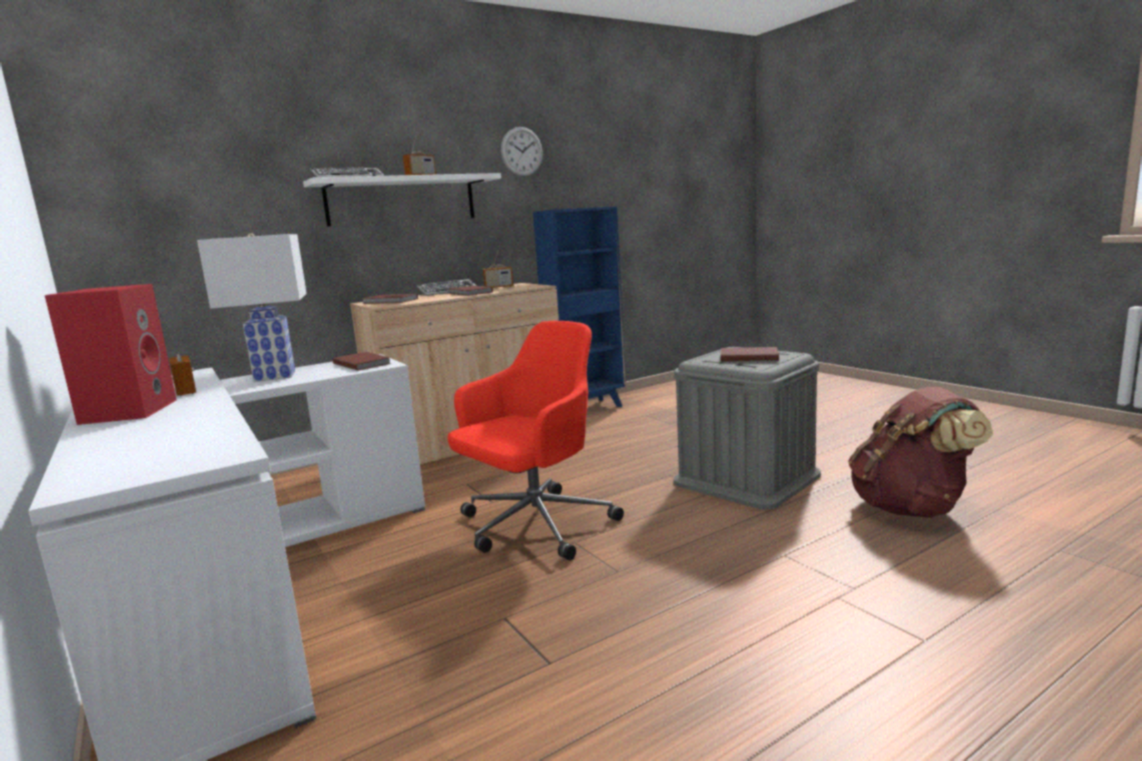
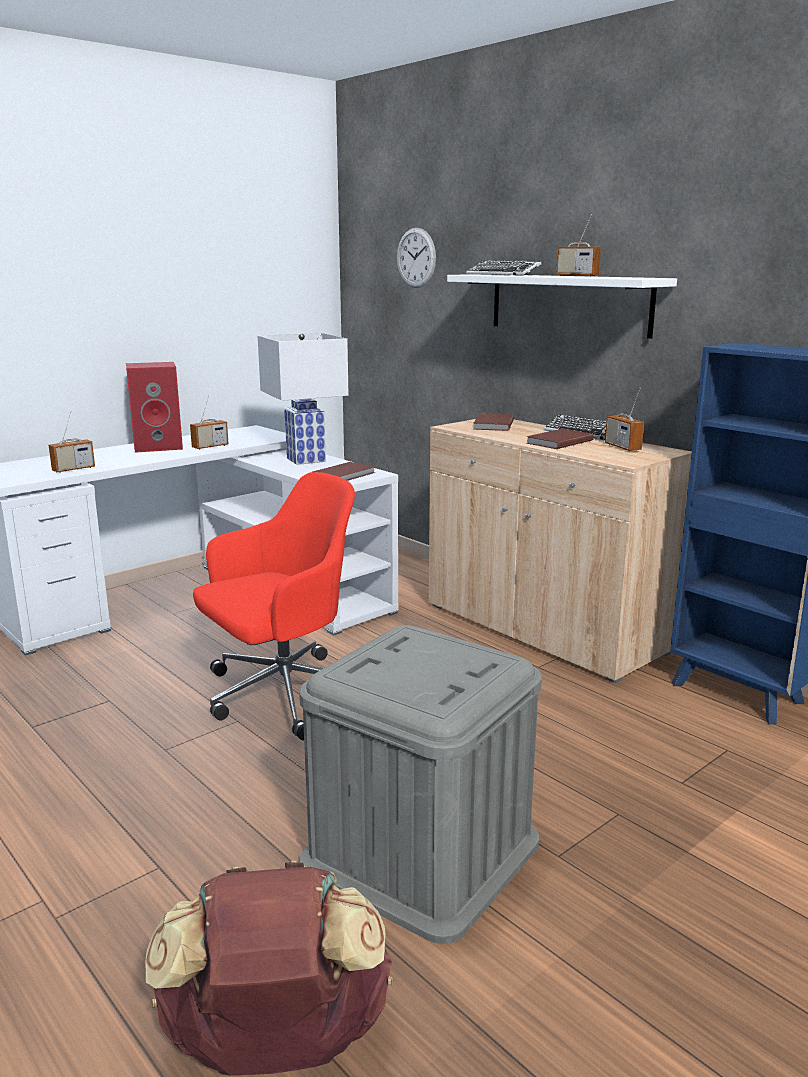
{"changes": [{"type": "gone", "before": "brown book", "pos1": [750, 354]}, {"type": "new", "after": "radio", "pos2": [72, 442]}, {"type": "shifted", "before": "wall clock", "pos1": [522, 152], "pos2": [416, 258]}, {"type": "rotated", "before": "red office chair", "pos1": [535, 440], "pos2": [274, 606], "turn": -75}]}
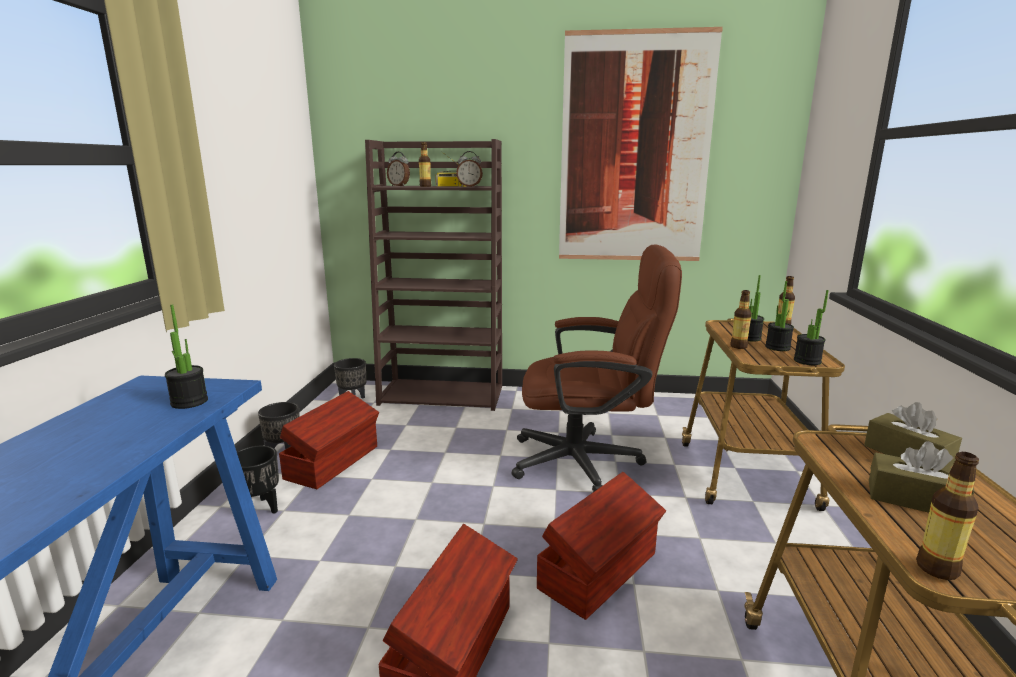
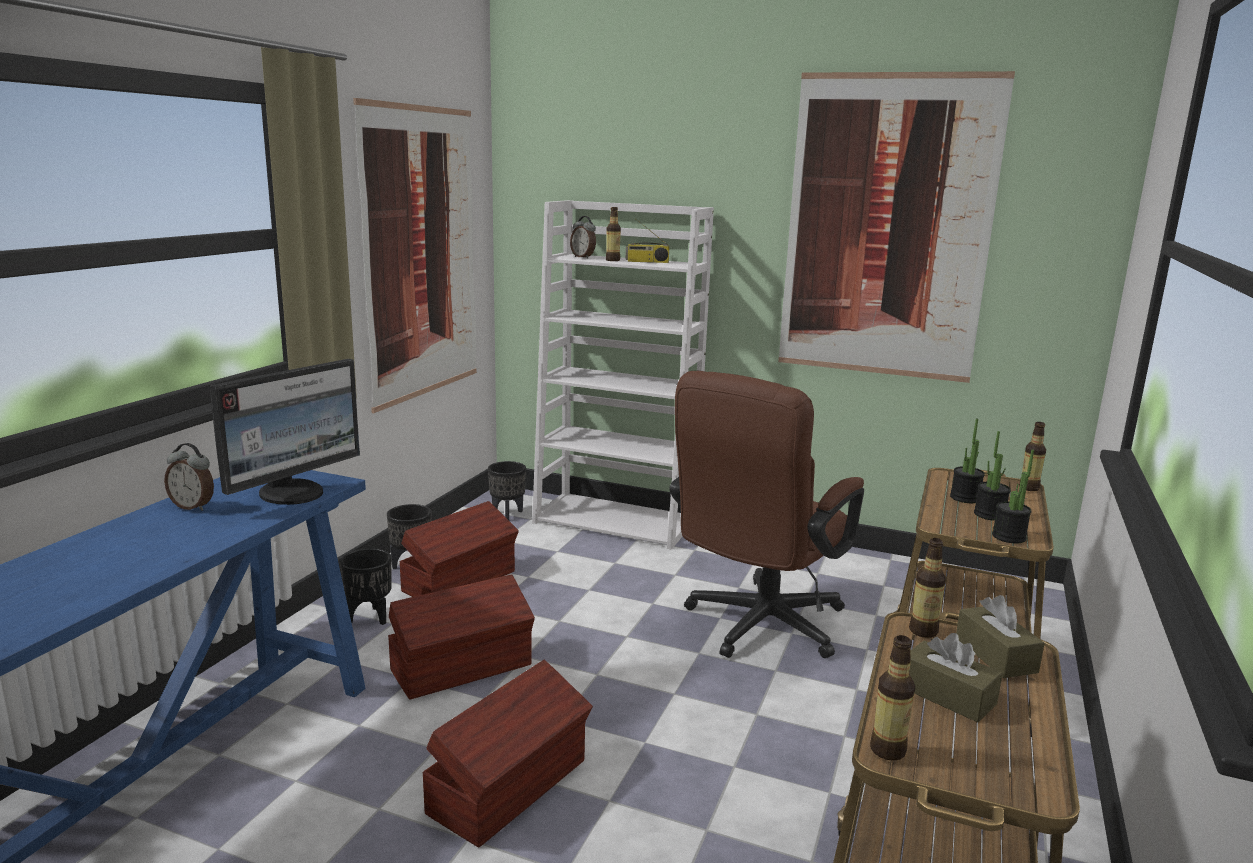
{"changes": [{"type": "new", "after": "picture", "pos2": [415, 255]}, {"type": "shifted", "before": "alarm clock", "pos1": [469, 169], "pos2": [189, 477]}, {"type": "shifted", "before": "brown storage box", "pos1": [601, 546], "pos2": [461, 637]}, {"type": "shifted", "before": "bottle", "pos1": [741, 319], "pos2": [927, 588]}, {"type": "swapped", "before": "potted plant", "after": "monitor", "pos1": [186, 357], "pos2": [285, 432]}, {"type": "repainted", "before": "brown bookcase", "after": "white bookcase", "pos1": [433, 275], "pos2": [623, 375]}, {"type": "rotated", "before": "brown office chair", "pos1": [597, 368], "pos2": [766, 514], "turn": 105}]}
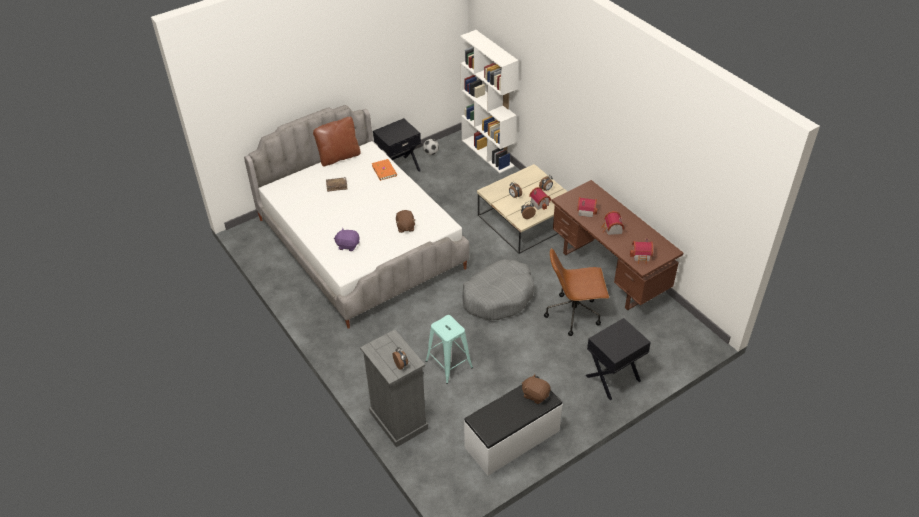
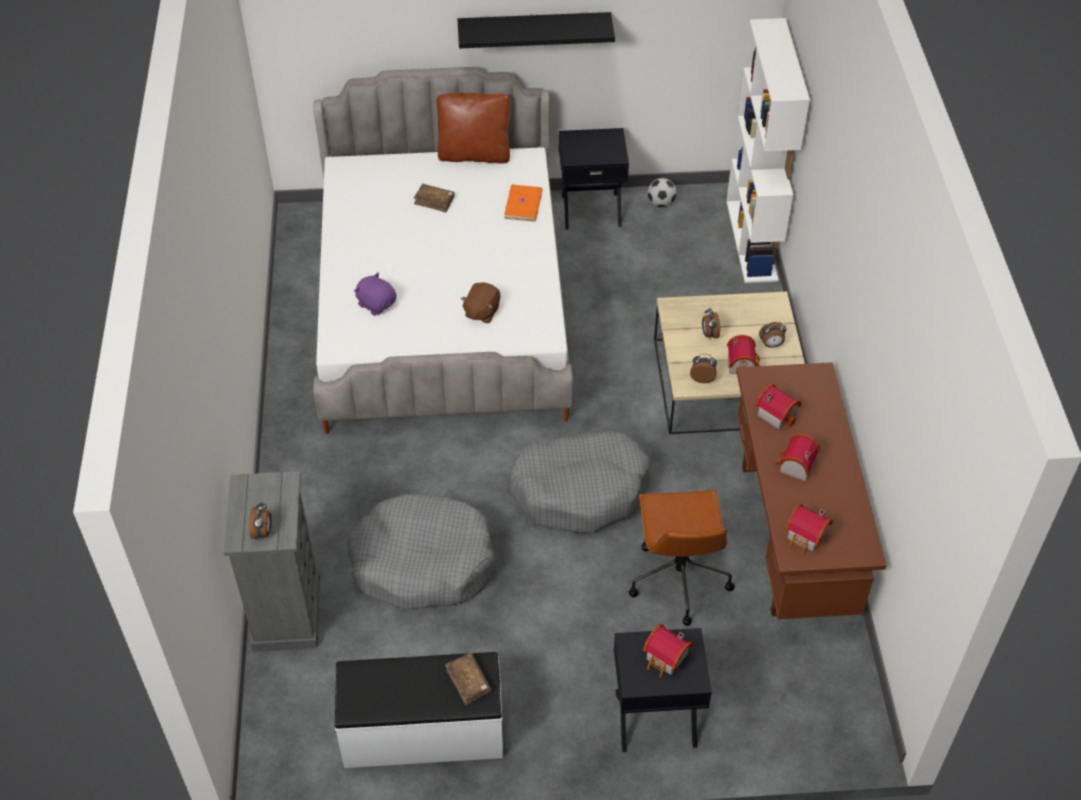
{"changes": [{"type": "new", "after": "black shelf", "pos2": [536, 30]}, {"type": "new", "after": "toy house", "pos2": [668, 651]}, {"type": "swapped", "before": "turquoise stool", "after": "grey dog bed", "pos1": [449, 349], "pos2": [421, 551]}, {"type": "swapped", "before": "brown plush toy", "after": "brown book", "pos1": [536, 389], "pos2": [468, 679]}, {"type": "rotated", "before": "brown office chair", "pos1": [576, 292], "pos2": [682, 558], "turn": -120}]}
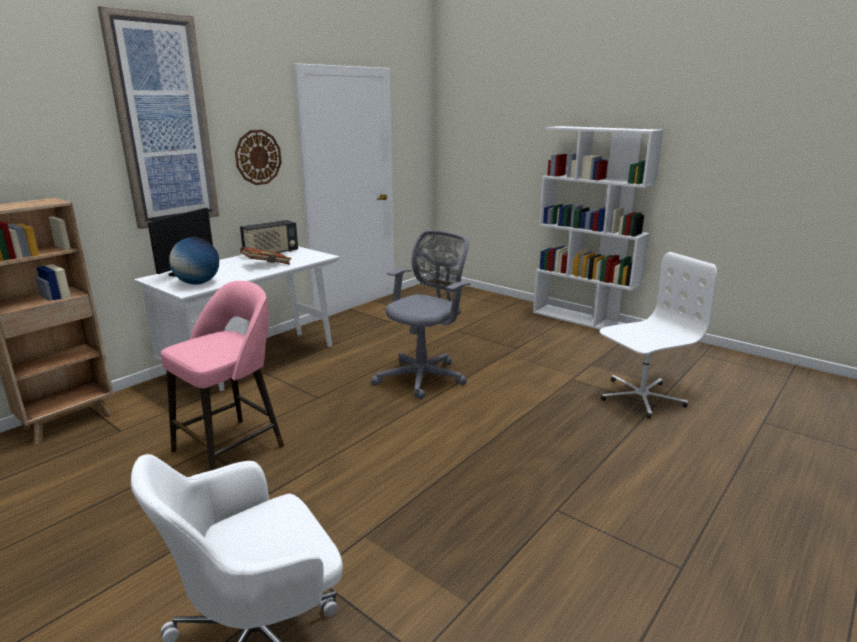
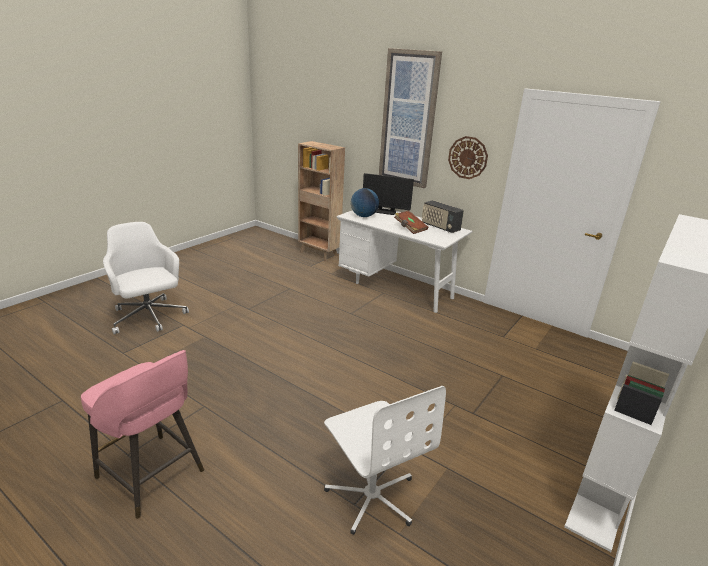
{"changes": [{"type": "gone", "before": "grey office chair", "pos1": [421, 314]}, {"type": "shifted", "before": "pink stool", "pos1": [222, 376], "pos2": [142, 434]}]}
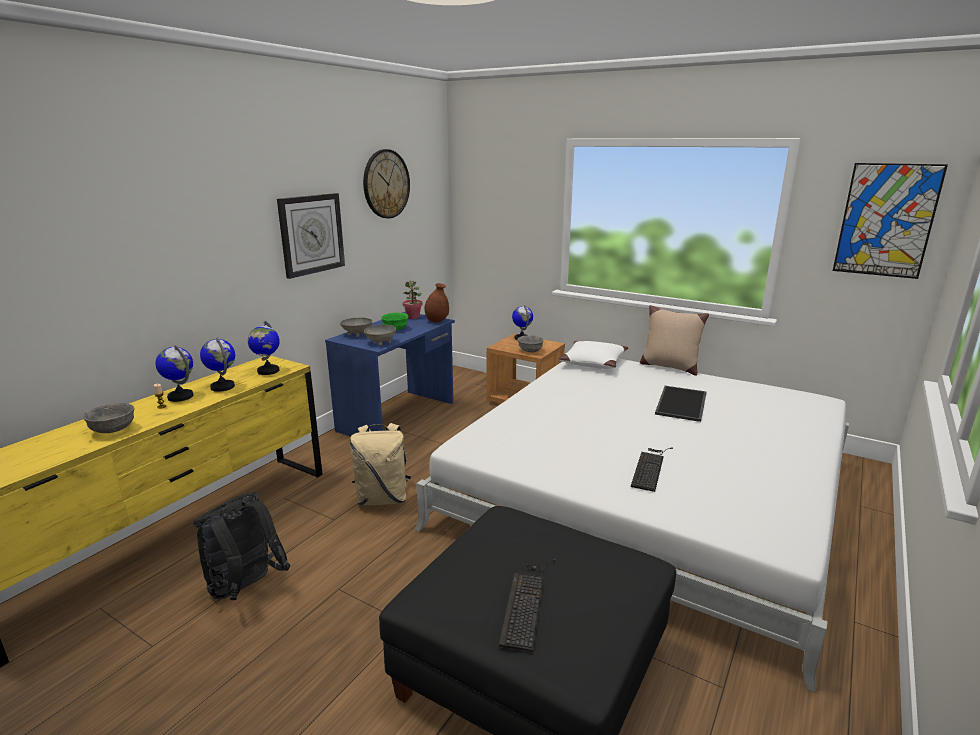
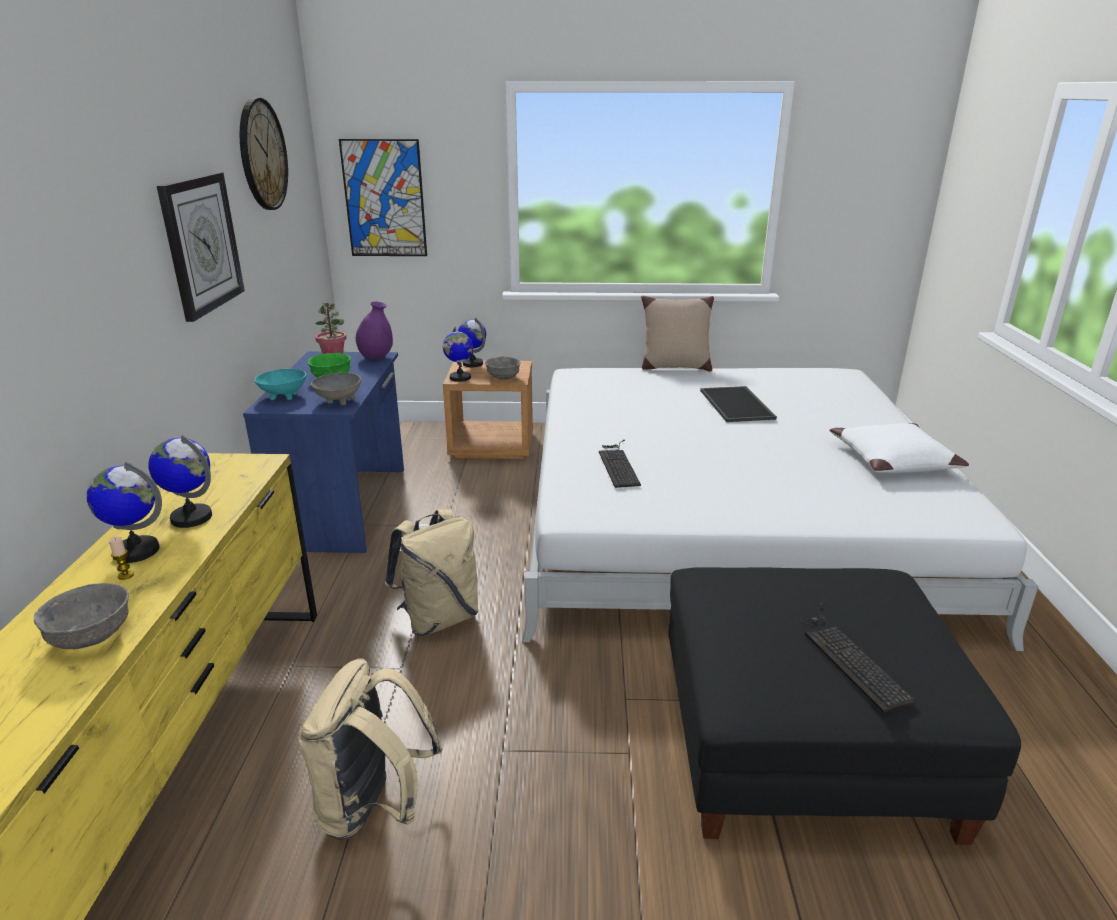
{"changes": [{"type": "shifted", "before": "globe", "pos1": [264, 348], "pos2": [458, 354]}, {"type": "shifted", "before": "white pillow", "pos1": [593, 355], "pos2": [899, 448]}, {"type": "shifted", "before": "keyboard", "pos1": [652, 470], "pos2": [620, 464]}, {"type": "shifted", "before": "picture", "pos1": [890, 221], "pos2": [383, 197]}, {"type": "repainted", "before": "black backpack", "after": "beige backpack", "pos1": [241, 546], "pos2": [370, 749]}, {"type": "repainted", "before": "grey bowl", "after": "turquoise bowl", "pos1": [356, 327], "pos2": [280, 384]}, {"type": "repainted", "before": "brown vase", "after": "purple vase", "pos1": [436, 302], "pos2": [374, 330]}]}
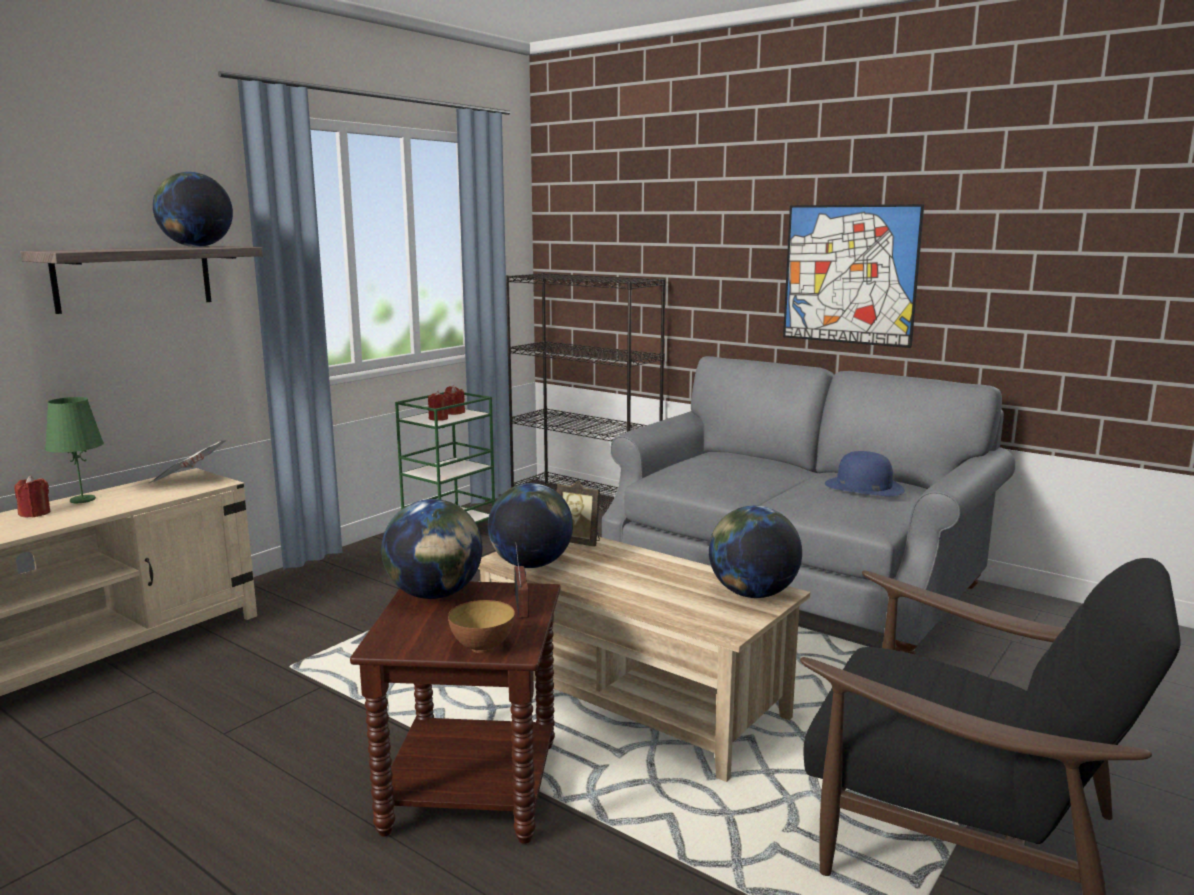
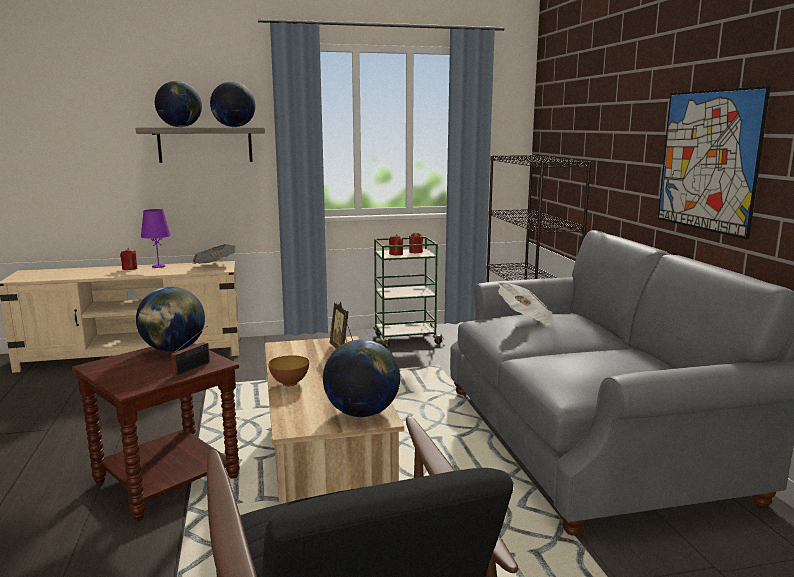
{"changes": [{"type": "gone", "before": "blue hat", "pos1": [865, 473]}, {"type": "new", "after": "newspaper", "pos2": [525, 303]}, {"type": "shifted", "before": "bowl", "pos1": [481, 626], "pos2": [288, 370]}, {"type": "shifted", "before": "globe", "pos1": [530, 525], "pos2": [178, 104]}, {"type": "repainted", "before": "green table lamp", "after": "purple table lamp", "pos1": [74, 450], "pos2": [156, 238]}]}
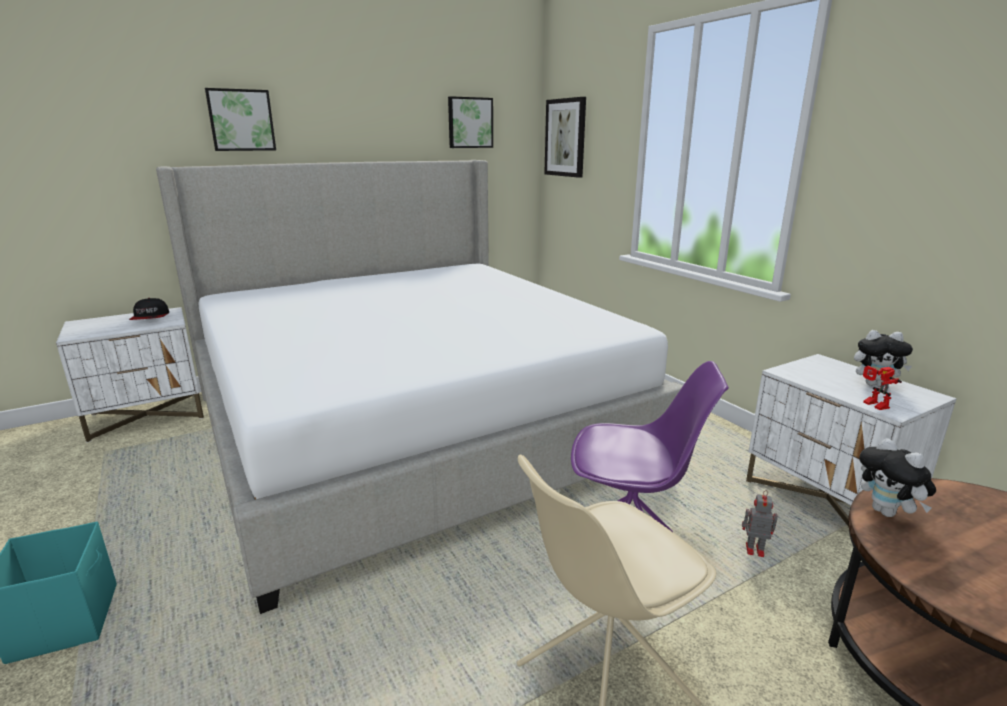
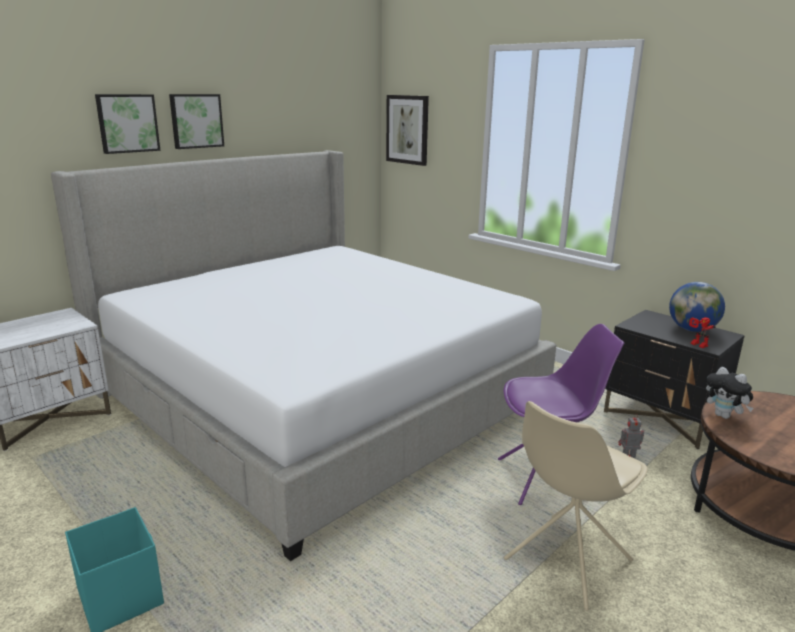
{"changes": [{"type": "gone", "before": "cap", "pos1": [149, 309]}, {"type": "shifted", "before": "picture", "pos1": [470, 122], "pos2": [196, 121]}, {"type": "swapped", "before": "plush toy", "after": "globe", "pos1": [883, 358], "pos2": [697, 307]}, {"type": "repainted", "before": "white nightstand", "after": "black nightstand", "pos1": [851, 440], "pos2": [674, 379]}]}
